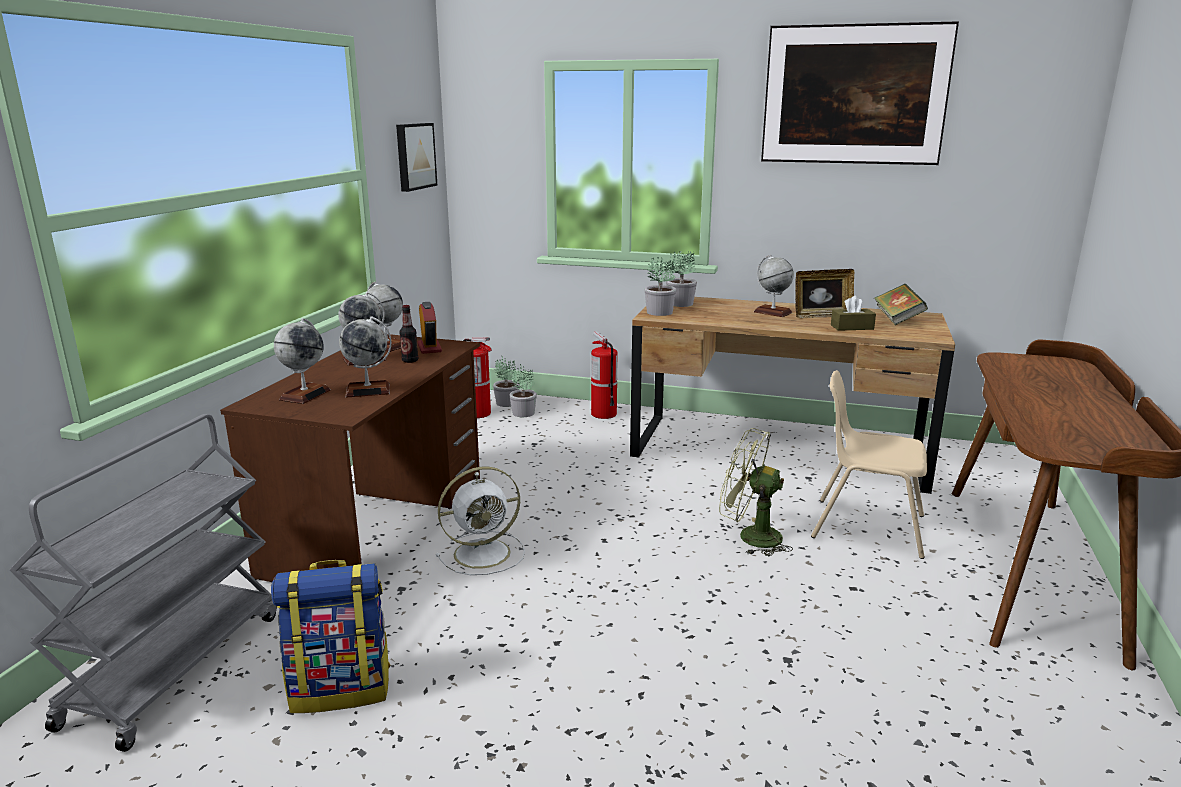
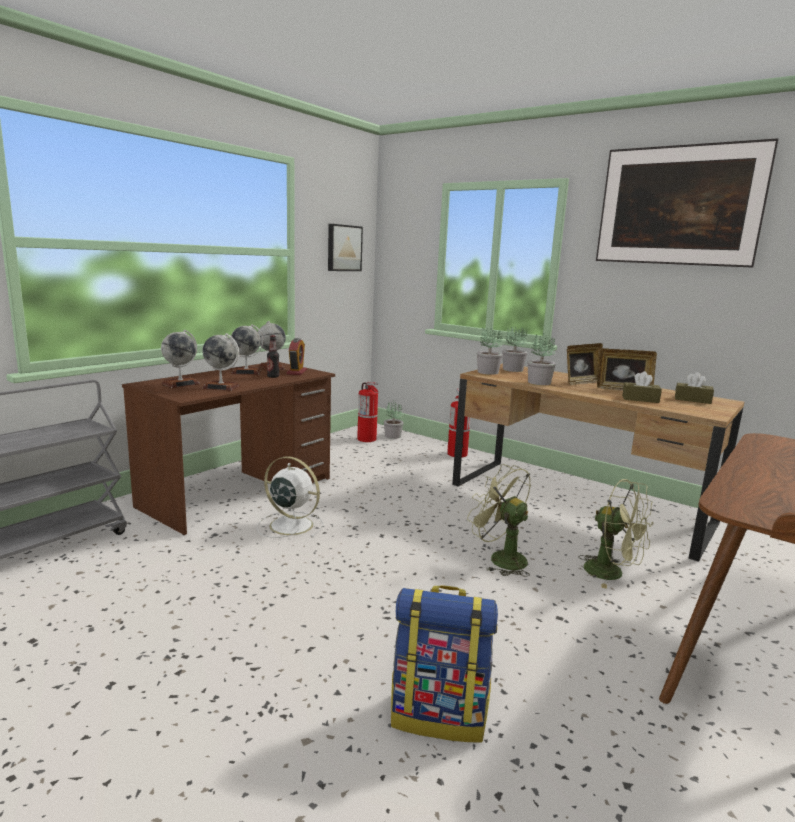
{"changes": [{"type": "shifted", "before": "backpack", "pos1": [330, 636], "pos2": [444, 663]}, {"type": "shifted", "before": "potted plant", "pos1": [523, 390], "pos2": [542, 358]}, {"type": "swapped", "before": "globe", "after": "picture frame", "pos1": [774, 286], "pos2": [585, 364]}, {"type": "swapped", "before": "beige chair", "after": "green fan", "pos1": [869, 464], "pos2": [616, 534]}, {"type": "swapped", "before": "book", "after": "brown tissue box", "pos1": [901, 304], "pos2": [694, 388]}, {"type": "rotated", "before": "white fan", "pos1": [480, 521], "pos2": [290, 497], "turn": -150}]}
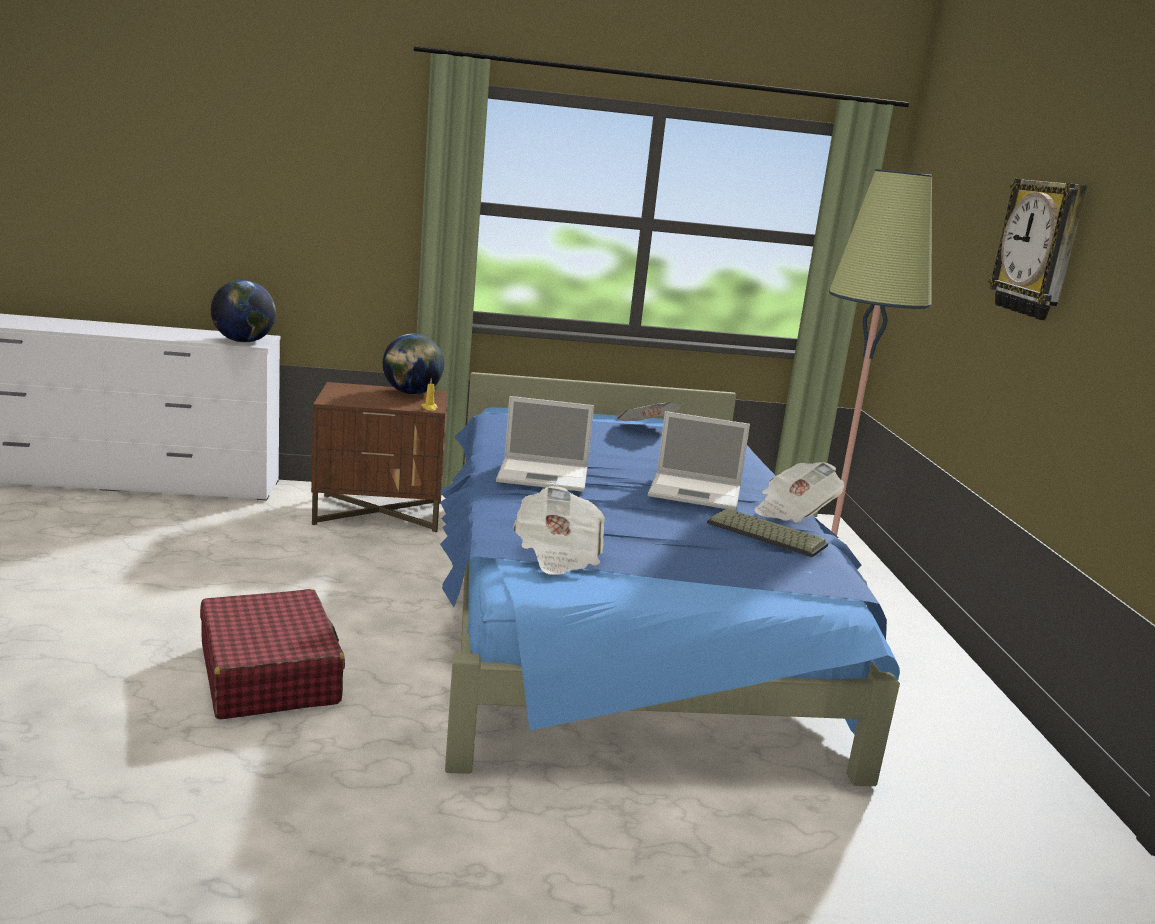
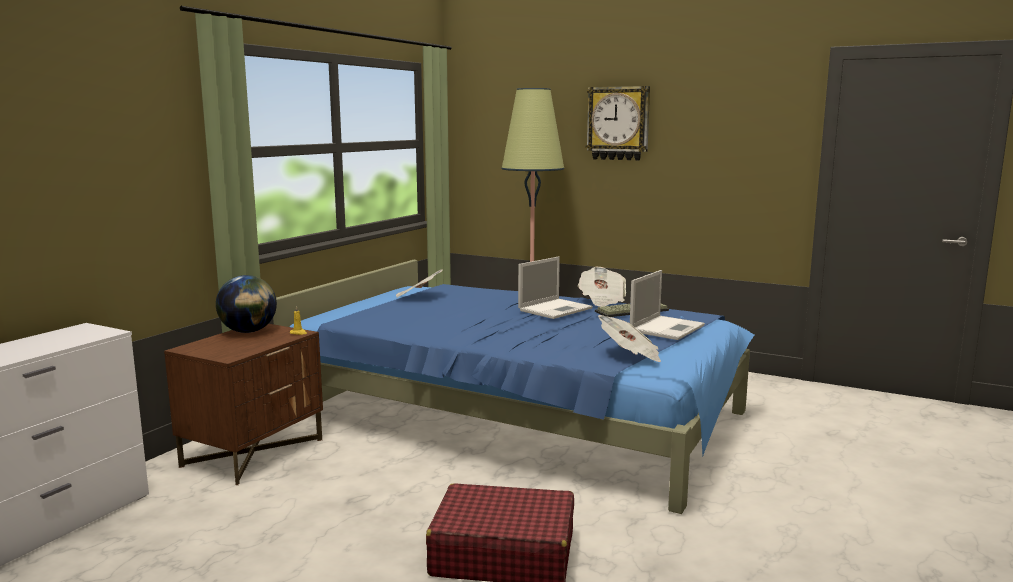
{"changes": [{"type": "gone", "before": "globe", "pos1": [243, 311]}, {"type": "shifted", "before": "laptop", "pos1": [545, 444], "pos2": [667, 305]}]}
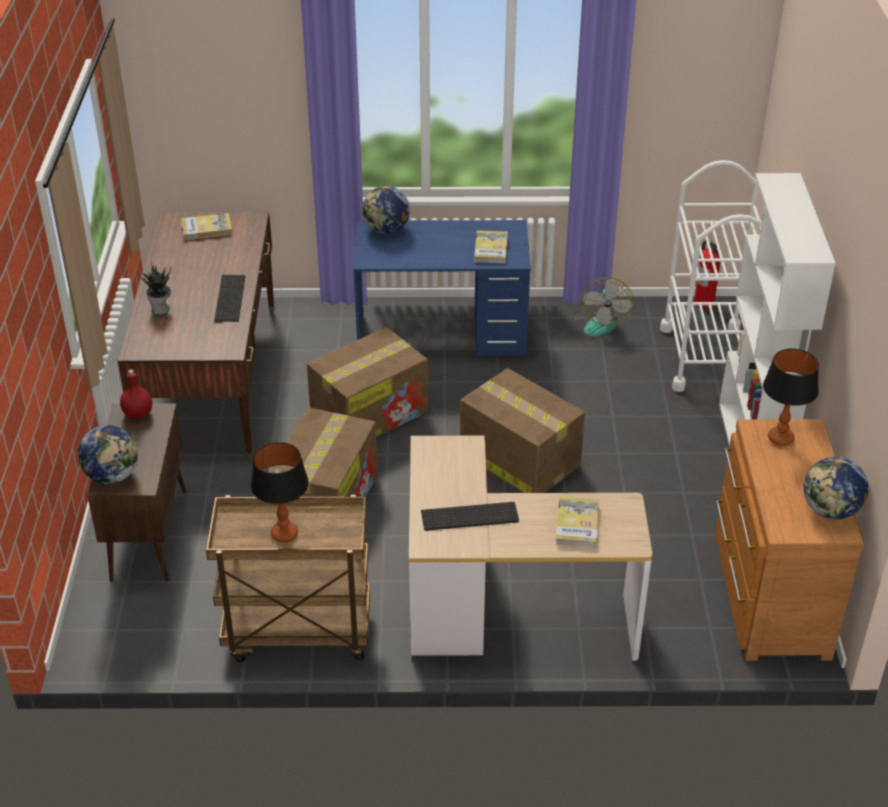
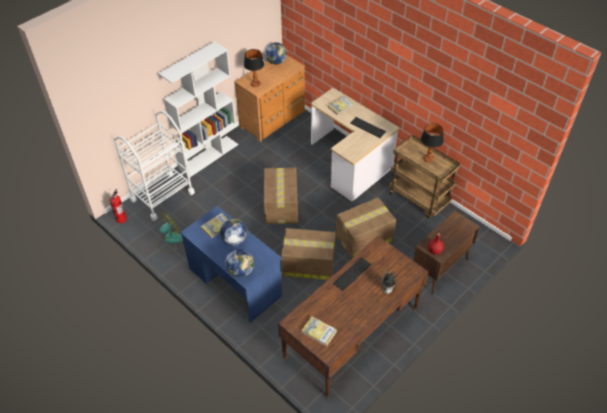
{"changes": [{"type": "shifted", "before": "globe", "pos1": [108, 454], "pos2": [233, 232]}]}
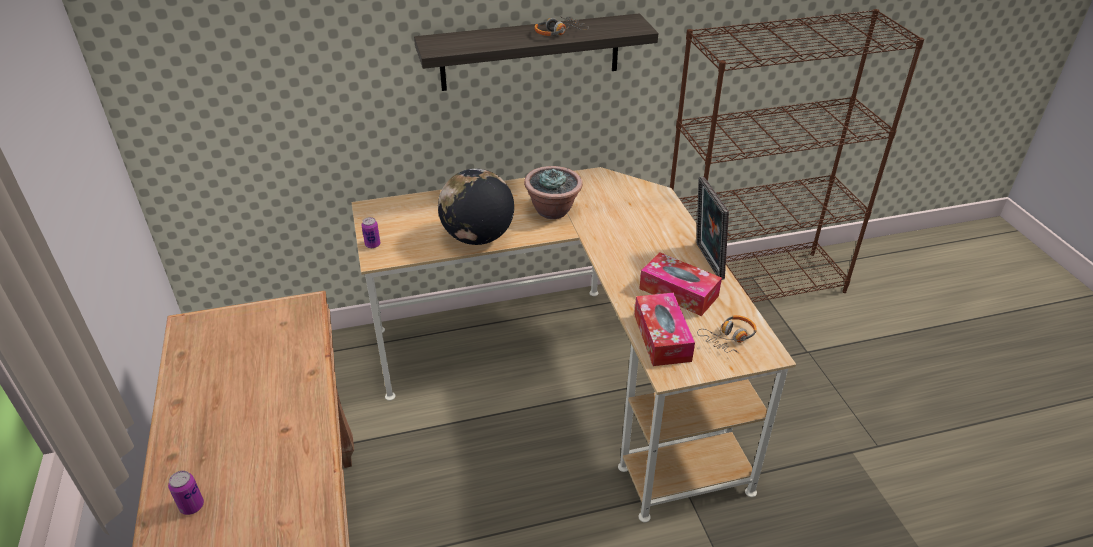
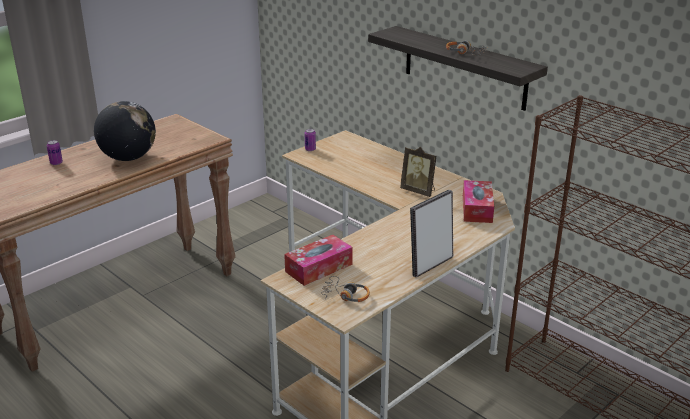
{"changes": [{"type": "shifted", "before": "globe", "pos1": [476, 207], "pos2": [125, 131]}, {"type": "shifted", "before": "tissue box", "pos1": [680, 284], "pos2": [478, 201]}, {"type": "swapped", "before": "potted plant", "after": "picture frame", "pos1": [553, 192], "pos2": [418, 172]}]}
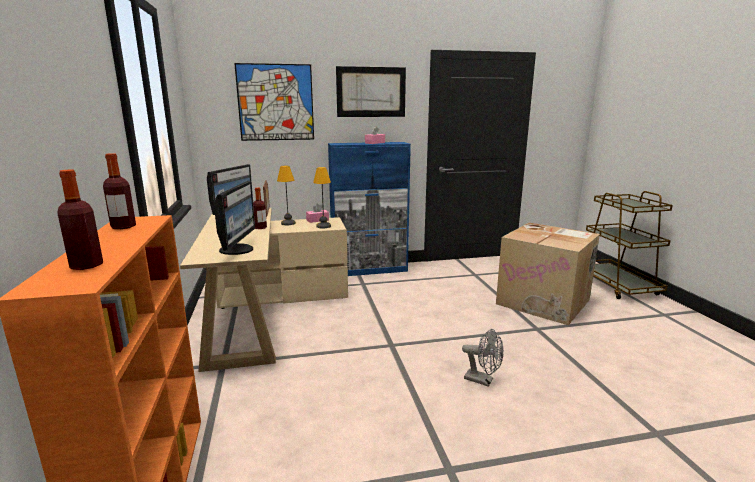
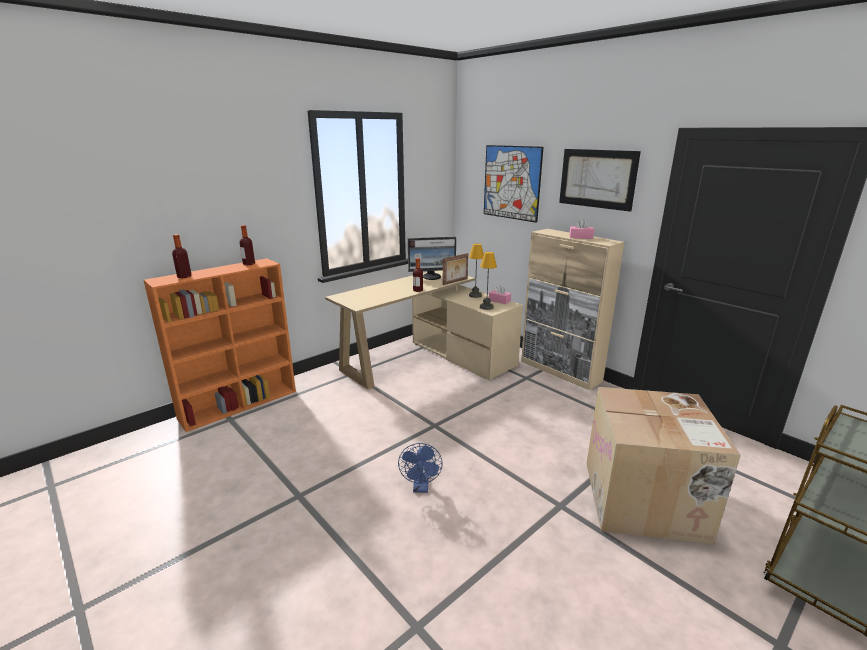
{"changes": [{"type": "gone", "before": "monitor", "pos1": [234, 218]}, {"type": "repainted", "before": "blue cabinet", "after": "beige cabinet", "pos1": [369, 209], "pos2": [572, 309]}, {"type": "repainted", "before": "grey fan", "after": "blue fan", "pos1": [483, 358], "pos2": [420, 468]}]}
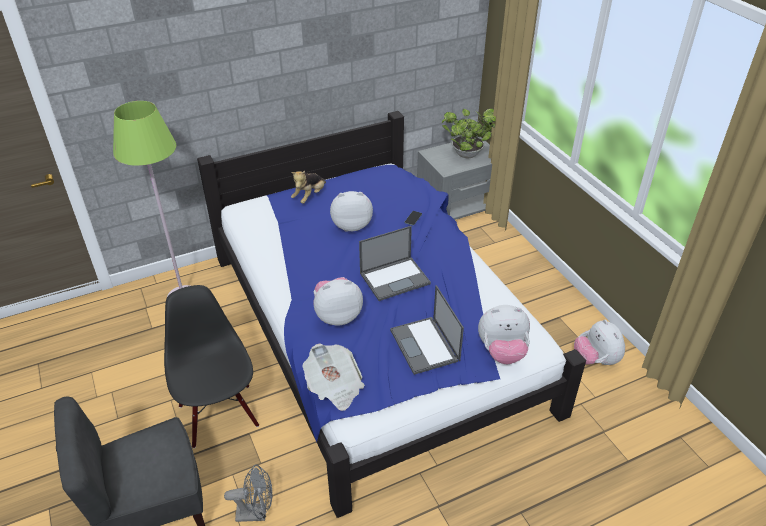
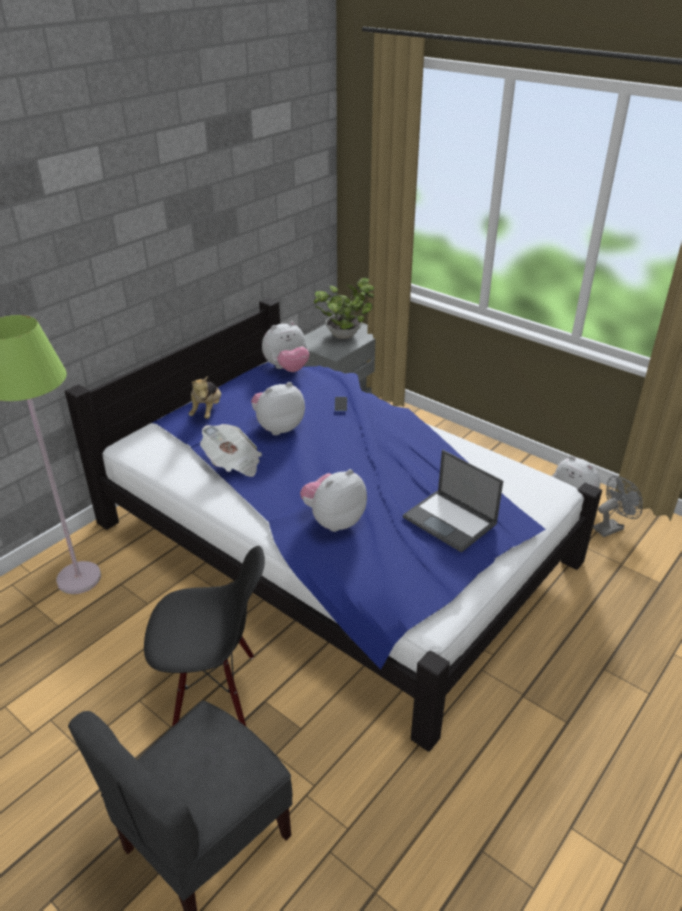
{"changes": [{"type": "gone", "before": "laptop", "pos1": [395, 263]}, {"type": "shifted", "before": "grey fan", "pos1": [248, 493], "pos2": [618, 506]}, {"type": "shifted", "before": "newspaper", "pos1": [333, 377], "pos2": [231, 450]}, {"type": "shifted", "before": "plush toy", "pos1": [504, 334], "pos2": [285, 346]}, {"type": "rotated", "before": "black chair", "pos1": [211, 366], "pos2": [204, 636], "turn": 135}]}
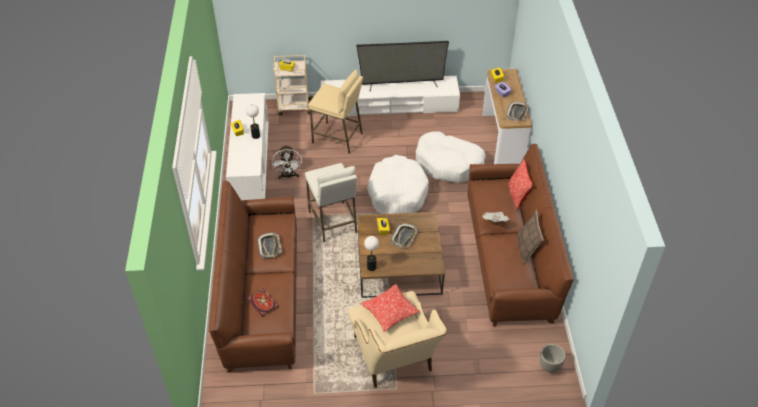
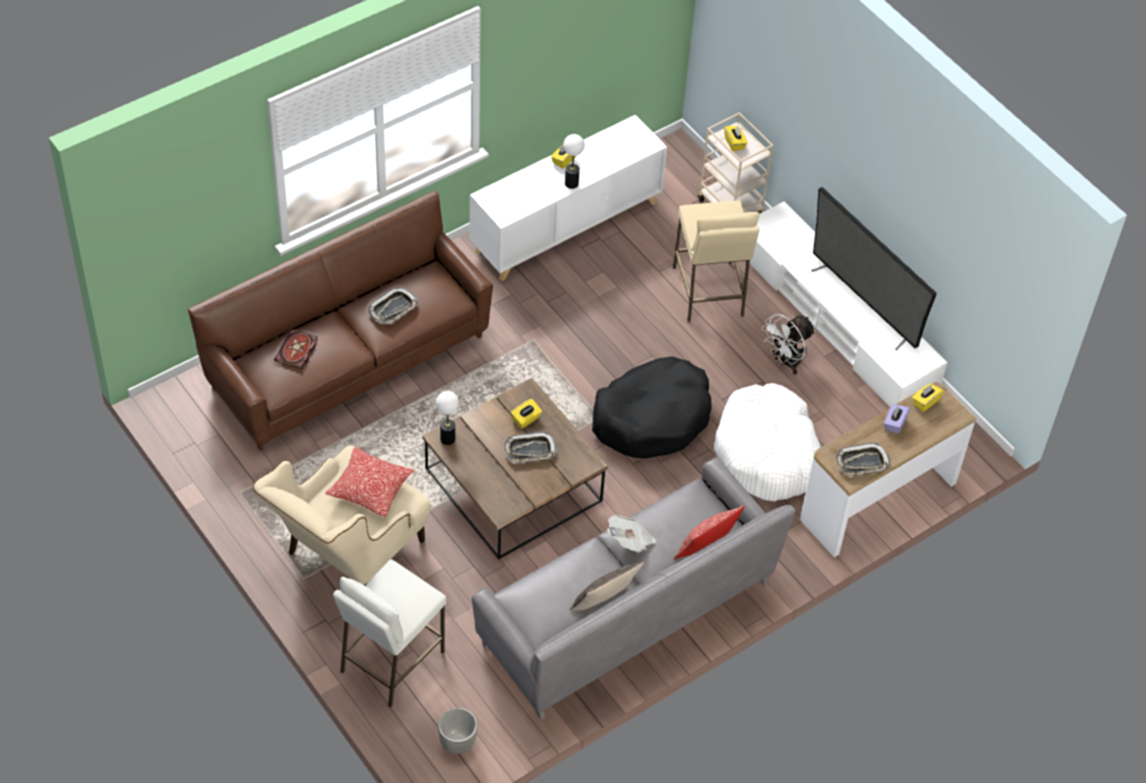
{"changes": [{"type": "shifted", "before": "white fan", "pos1": [287, 162], "pos2": [788, 344]}, {"type": "shifted", "before": "white stool", "pos1": [331, 202], "pos2": [389, 633]}, {"type": "repainted", "before": "white dog bed", "after": "black dog bed", "pos1": [398, 184], "pos2": [652, 407]}, {"type": "repainted", "before": "brown sofa", "after": "grey sofa", "pos1": [520, 235], "pos2": [634, 588]}]}
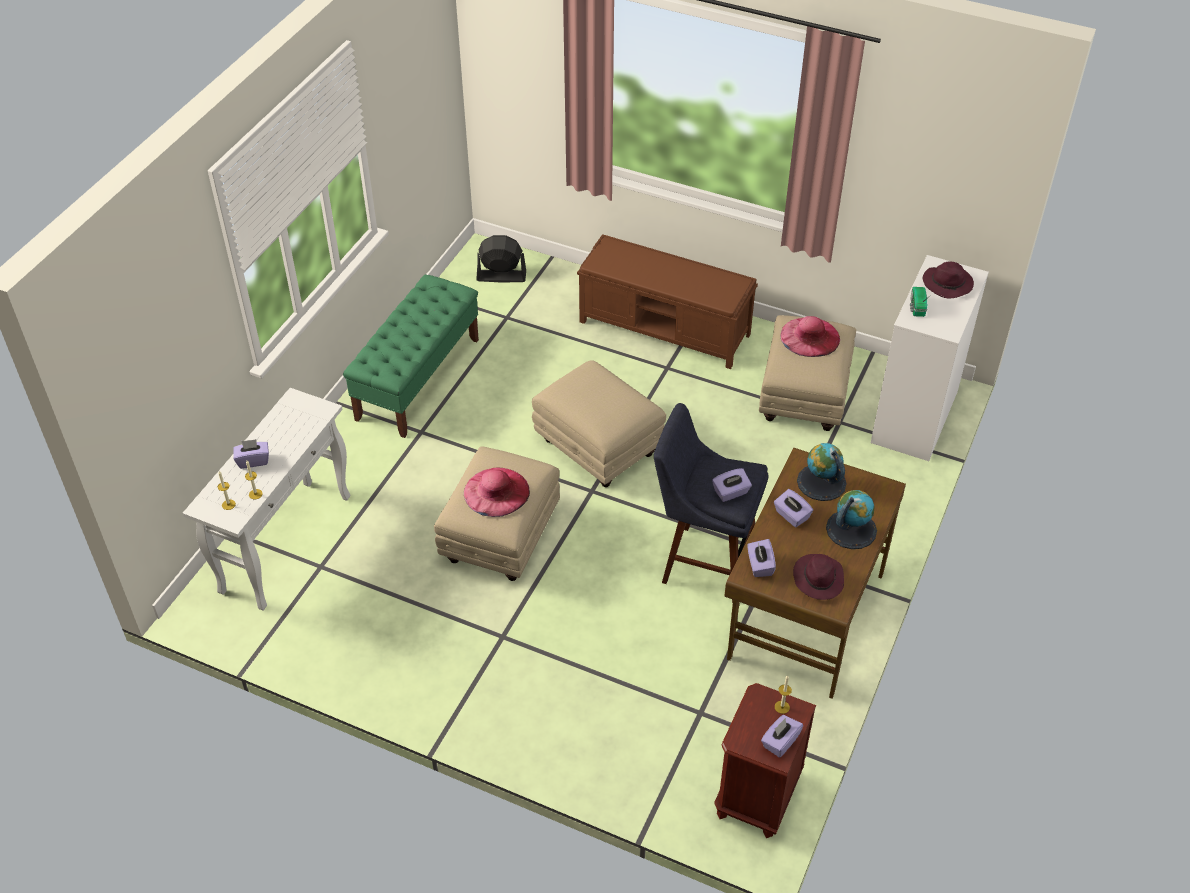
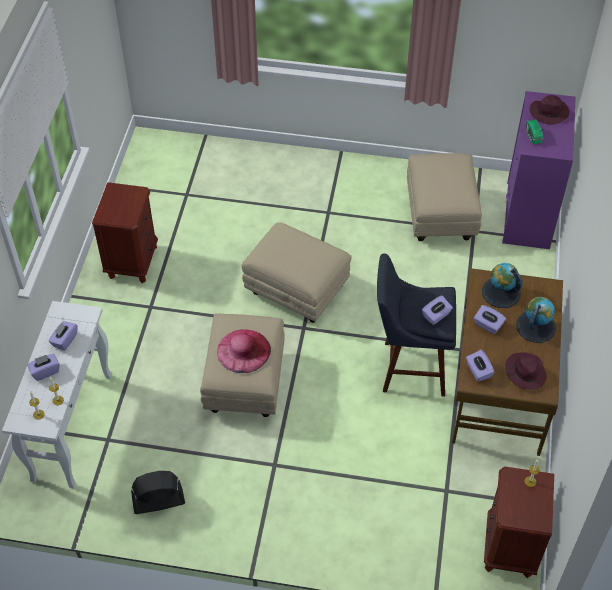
{"changes": [{"type": "gone", "before": "brown bench", "pos1": [667, 301]}, {"type": "gone", "before": "pink hat", "pos1": [810, 336]}, {"type": "shifted", "before": "black fan", "pos1": [501, 259], "pos2": [158, 492]}, {"type": "shifted", "before": "purple tissue box", "pos1": [782, 736], "pos2": [62, 336]}, {"type": "swapped", "before": "green bench", "after": "brown nightstand", "pos1": [411, 356], "pos2": [125, 232]}, {"type": "repainted", "before": "white dresser", "after": "purple dresser", "pos1": [930, 358], "pos2": [539, 170]}]}
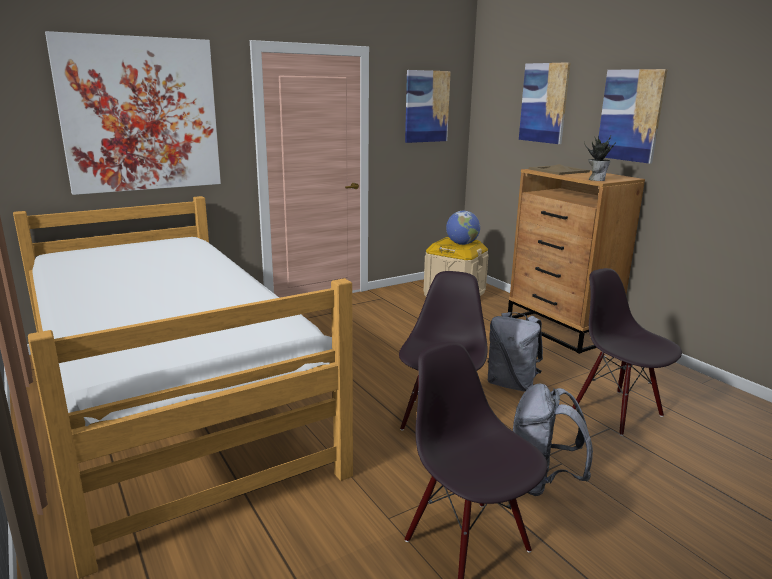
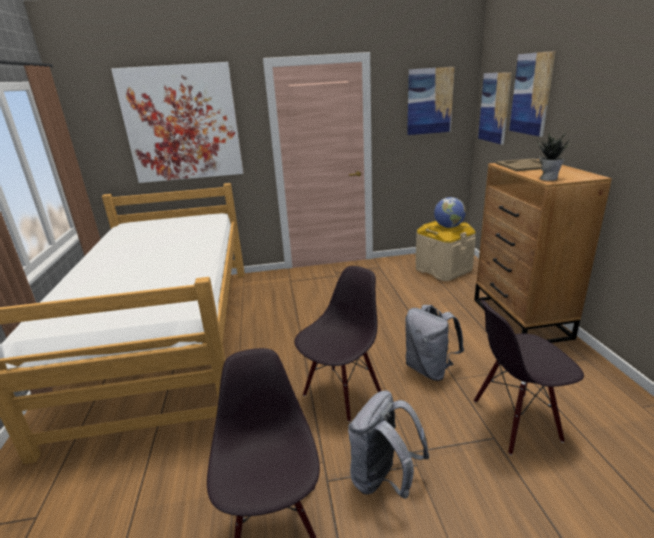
{"changes": [{"type": "shifted", "before": "picture", "pos1": [633, 116], "pos2": [495, 108]}, {"type": "rotated", "before": "black chair", "pos1": [627, 352], "pos2": [529, 377], "turn": -90}]}
